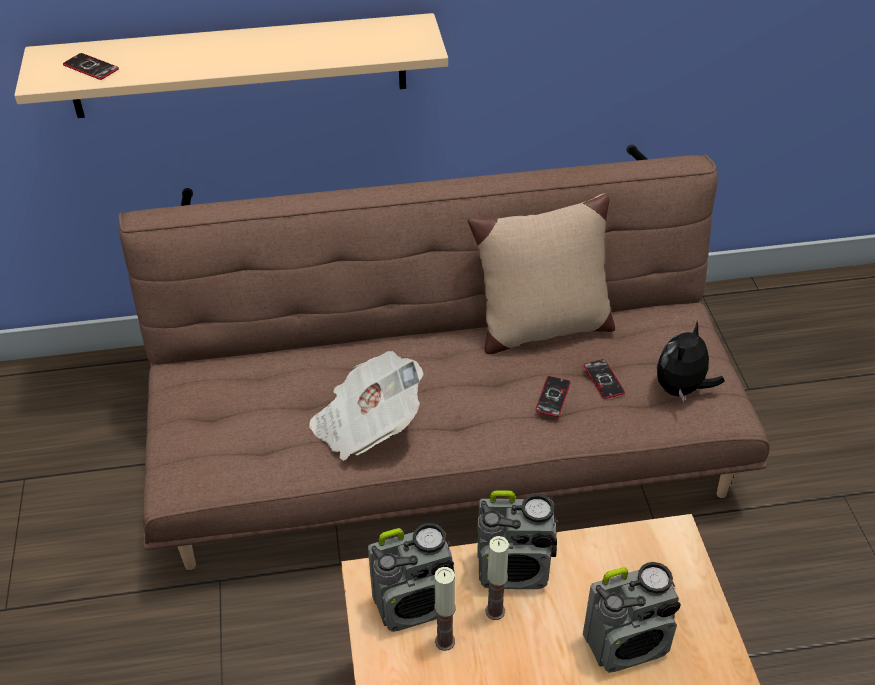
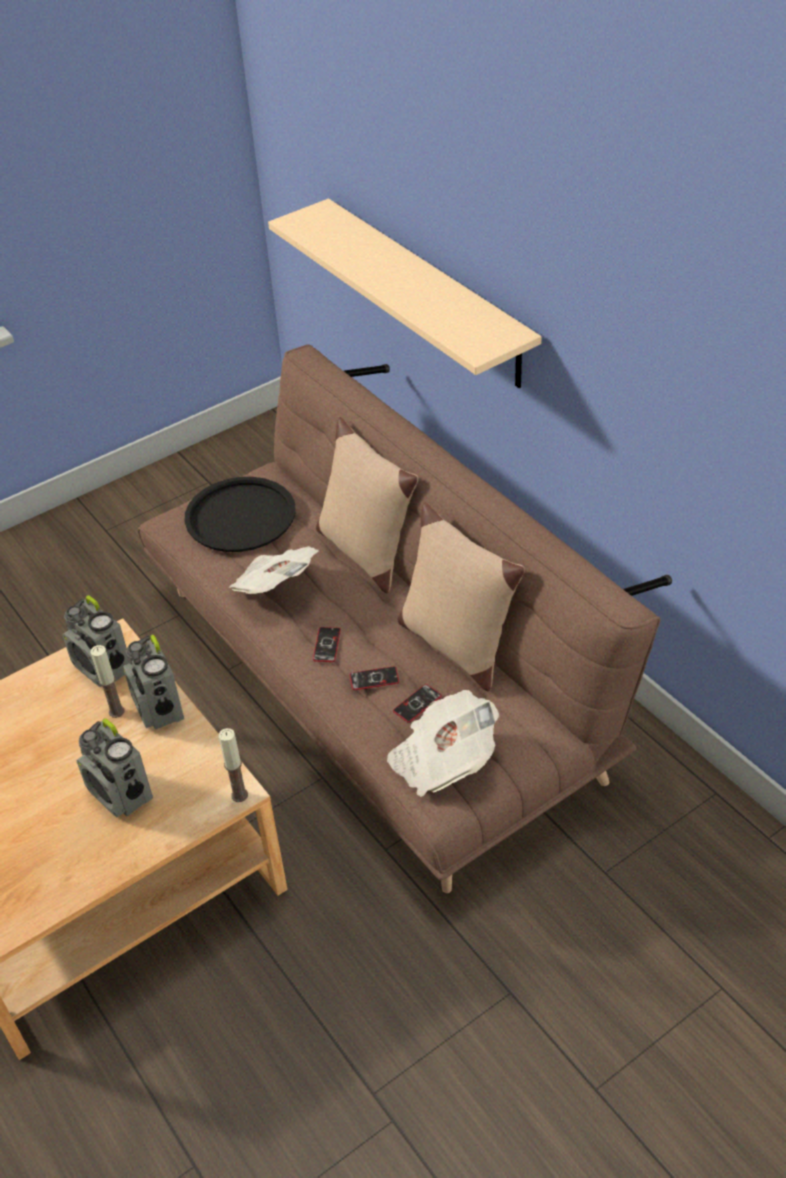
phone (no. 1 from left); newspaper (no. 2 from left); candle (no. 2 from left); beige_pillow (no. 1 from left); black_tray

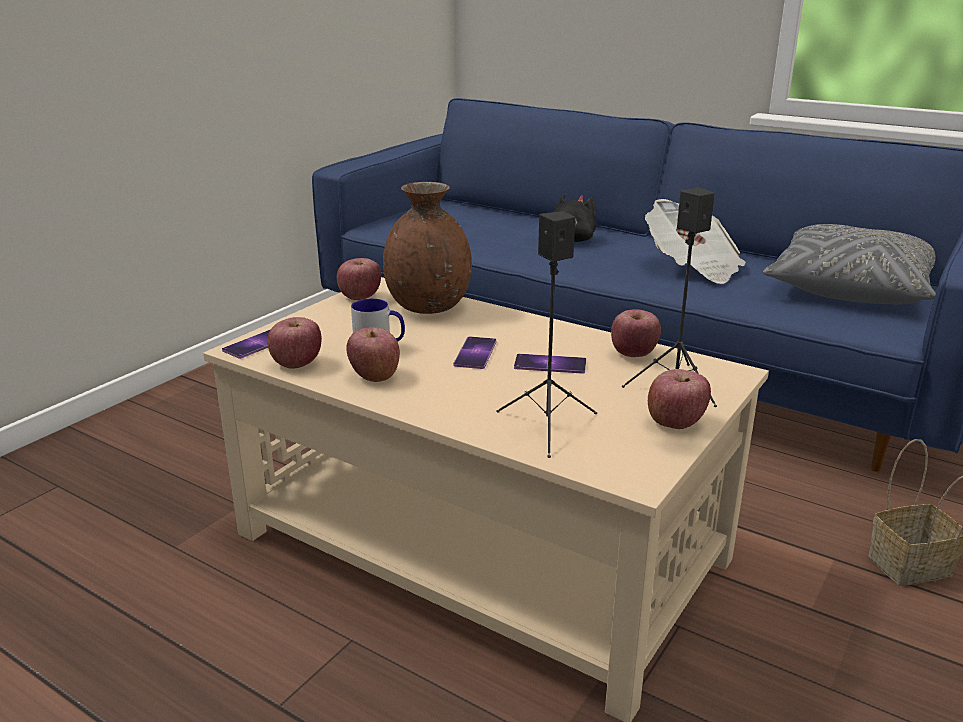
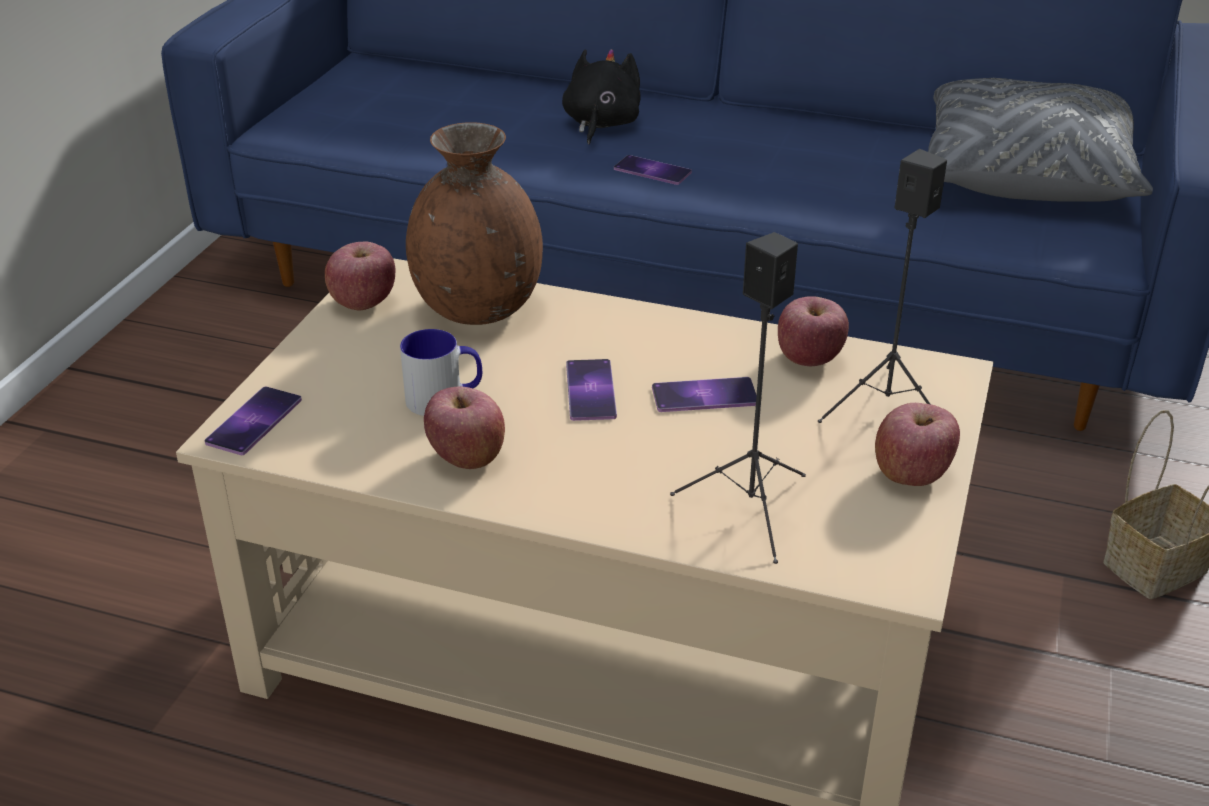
newspaper; apple (no. 1 from left in the first image); phone (no. 3 from left)

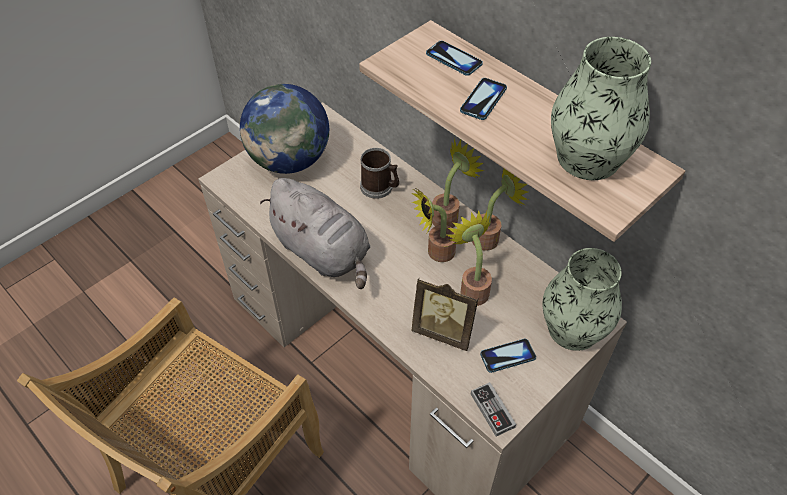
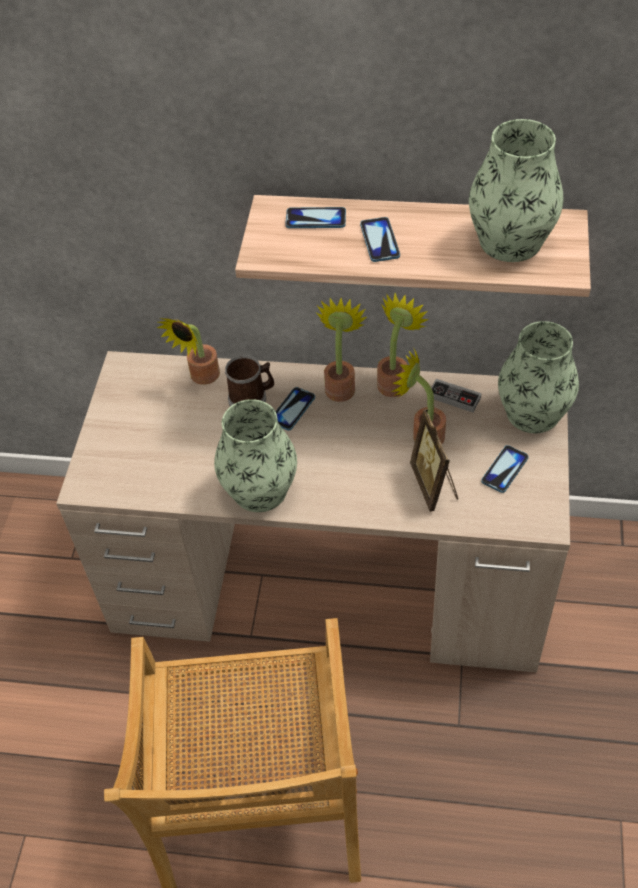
globe; vase (no. 1 from left); potted_plant (no. 1 from left); picture_frame; game_controller; phone (no. 1 from left)

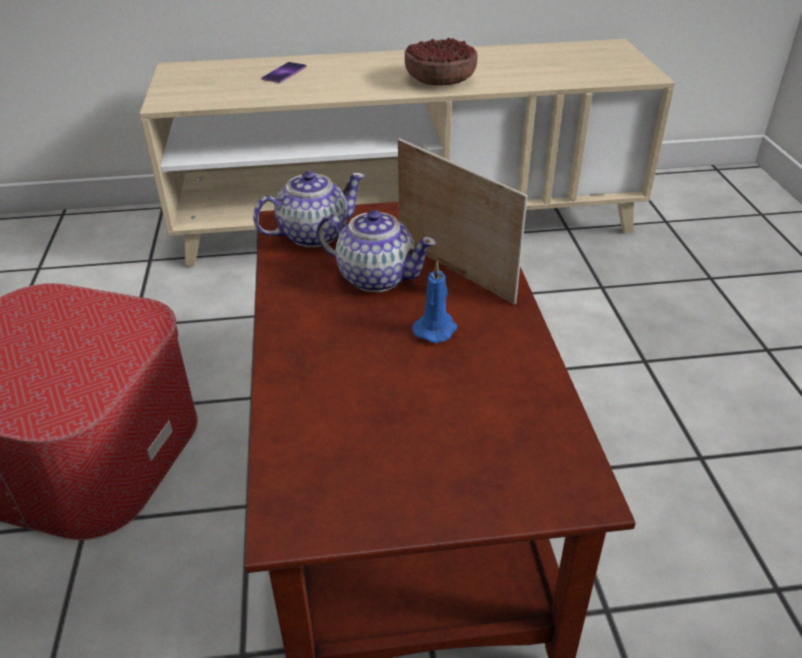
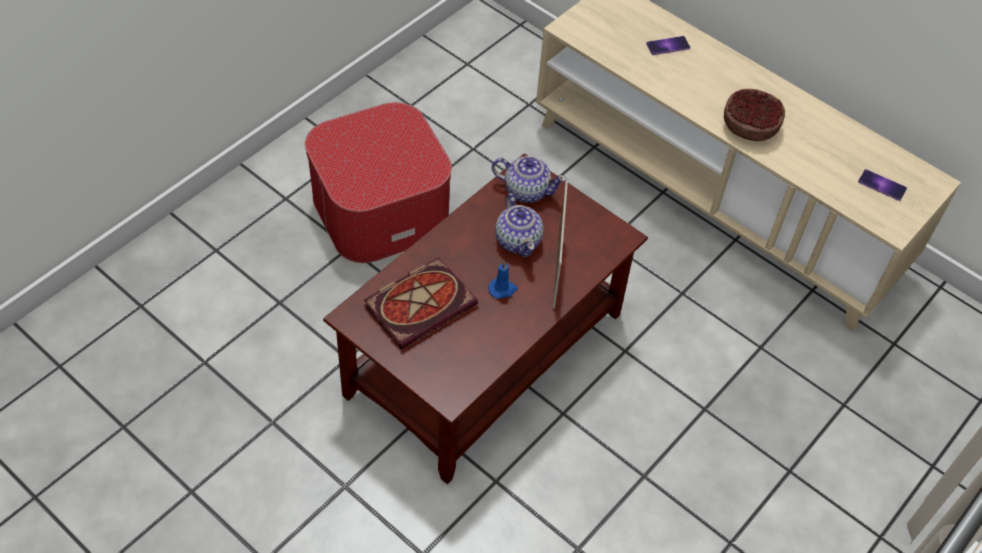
phone (no. 2 from left); book

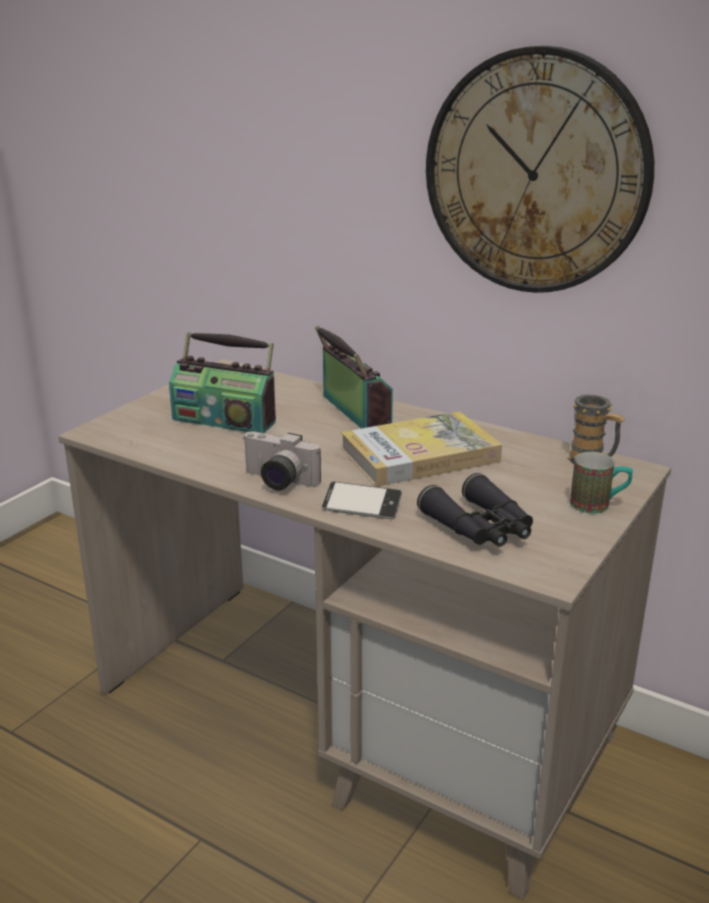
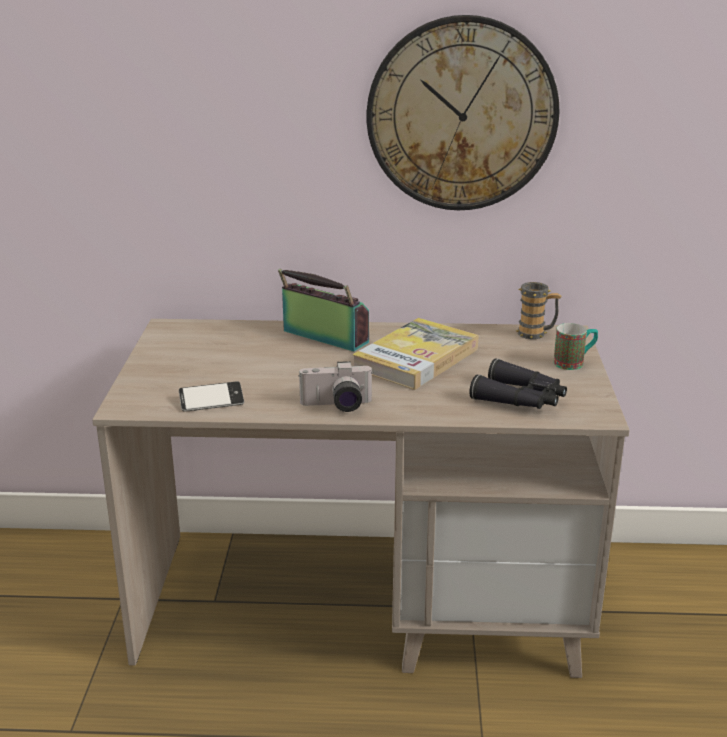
radio (no. 1 from left in the first image); phone

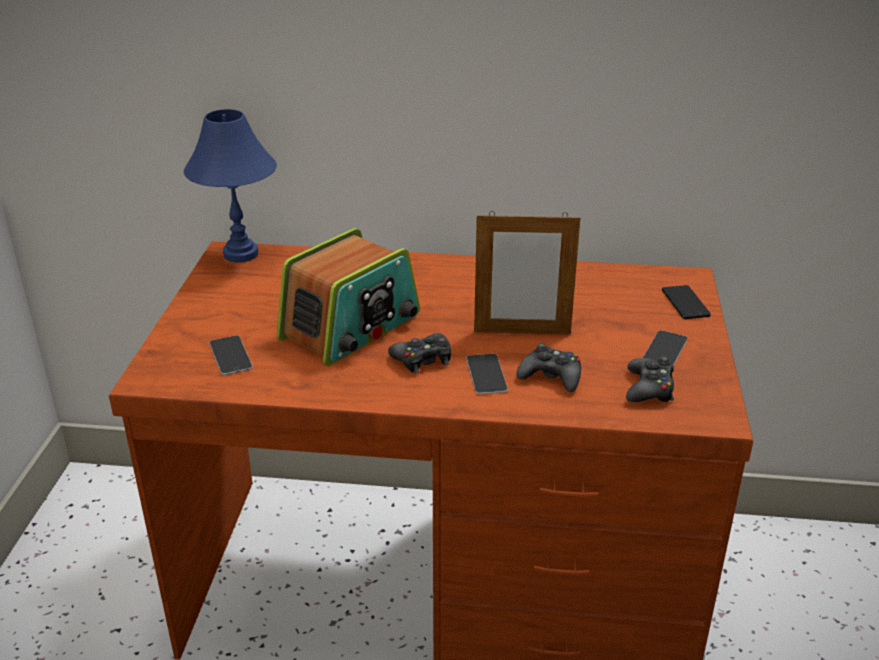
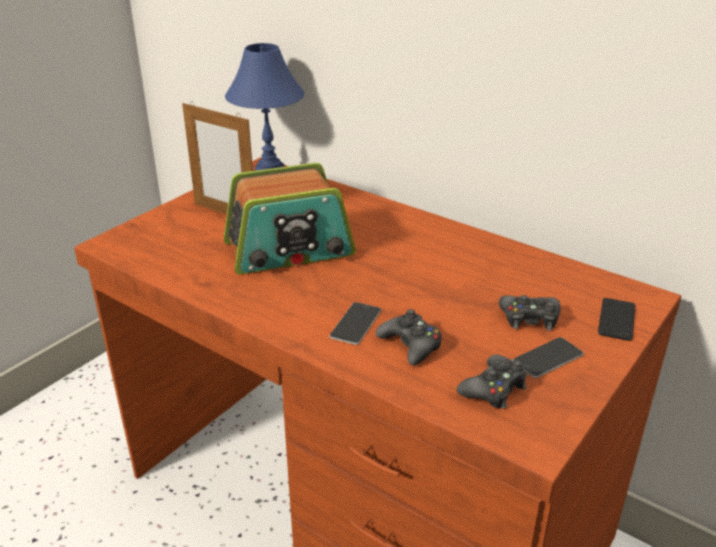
picture_frame; black_game_controller (no. 3 from left); phone (no. 1 from left in the first image)

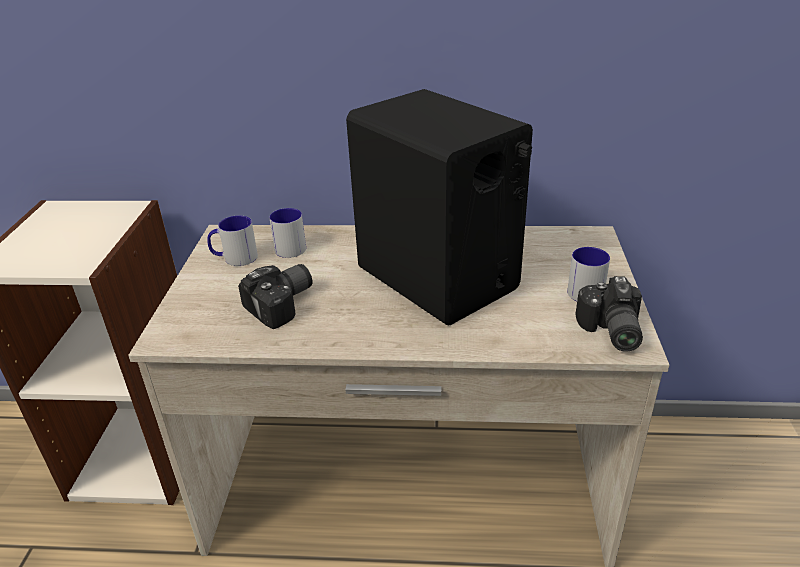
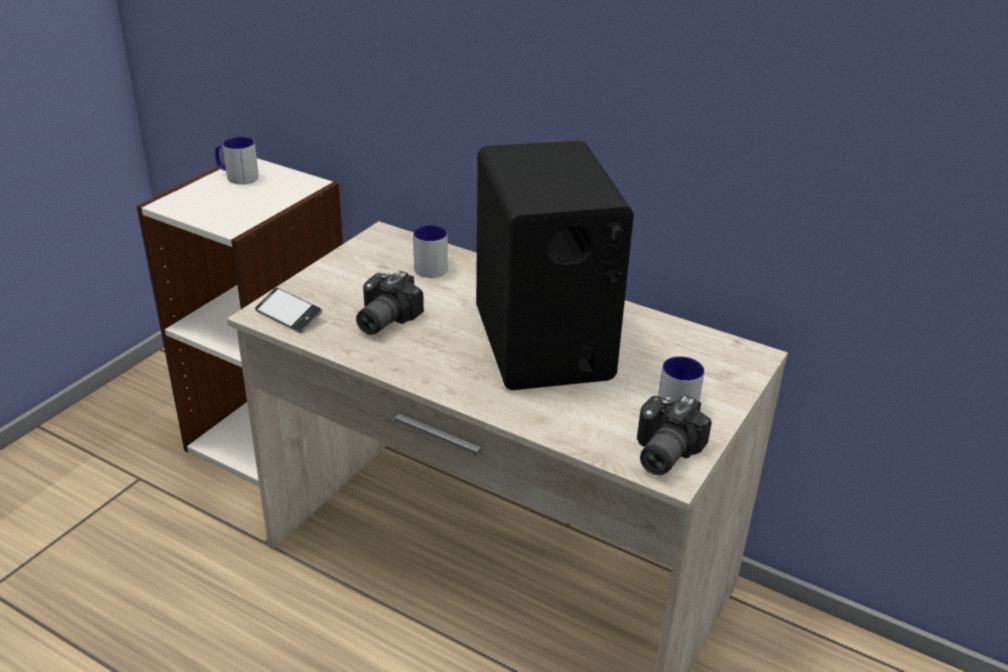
mug (no. 1 from left); photo_camera (no. 1 from left); phone

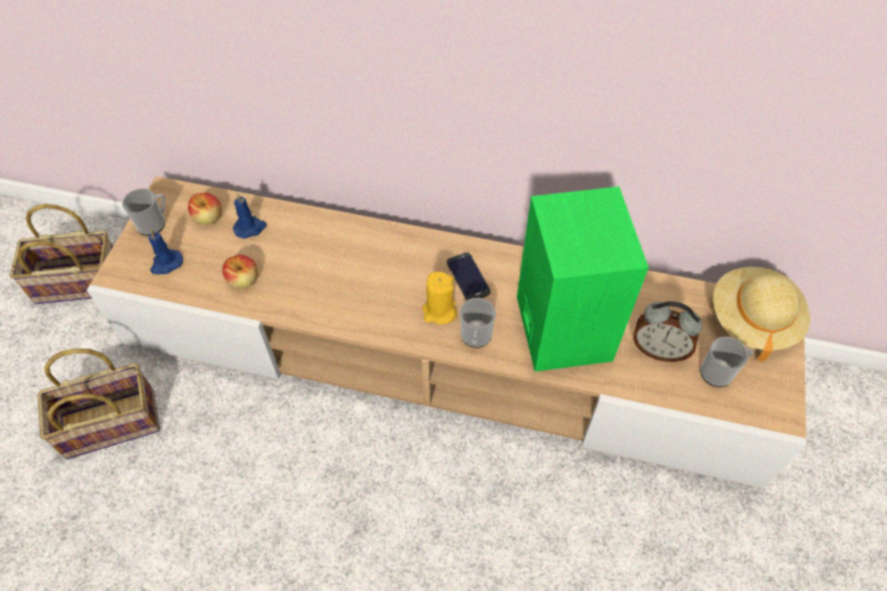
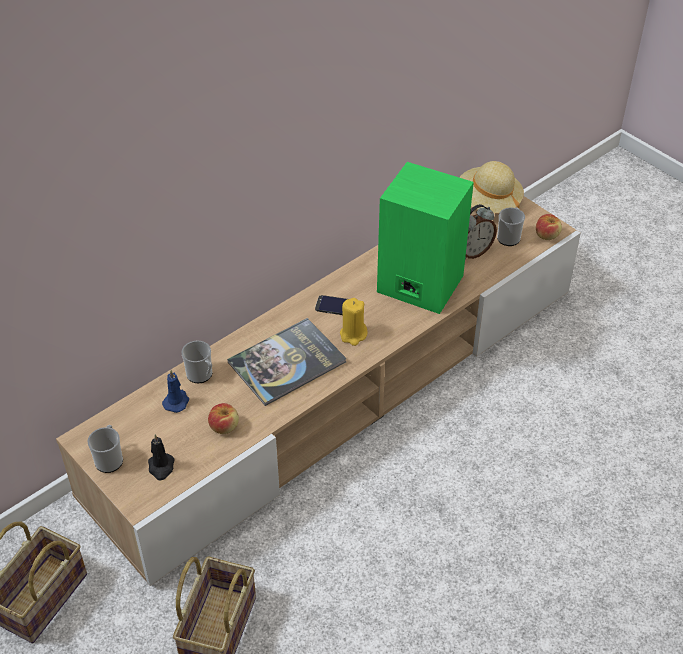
apple (no. 2 from left); black_candle; mug (no. 2 from left); book

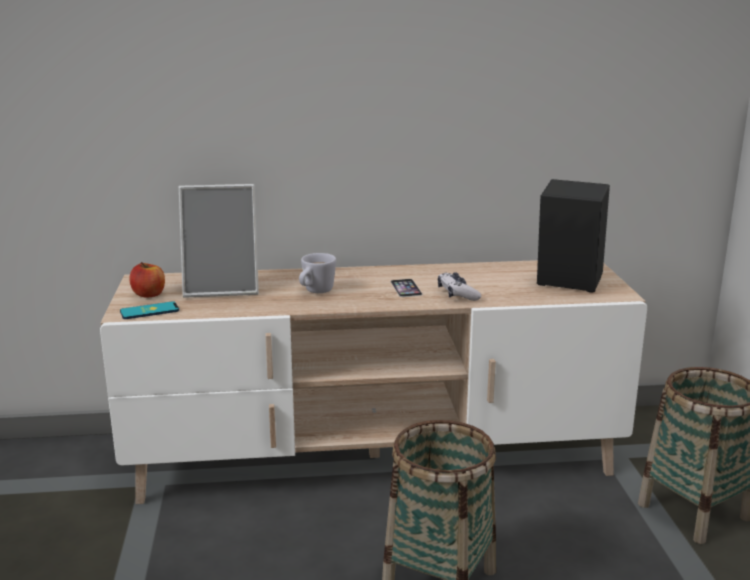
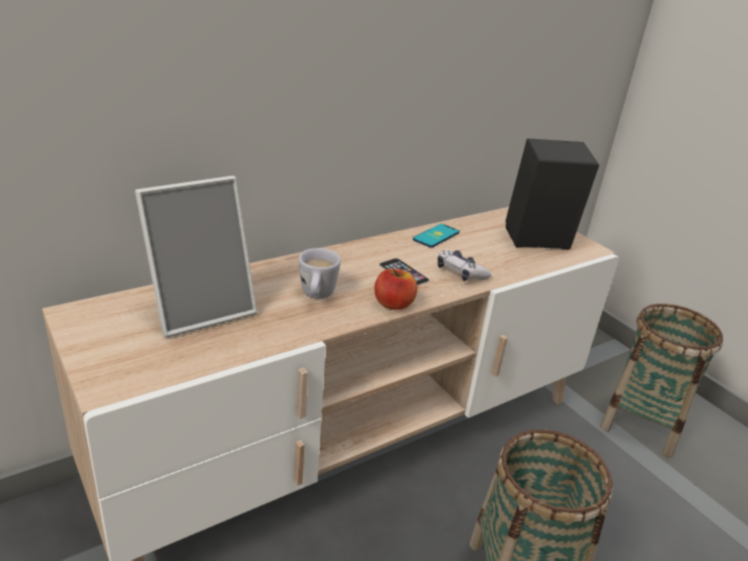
apple; phone (no. 2 from left)

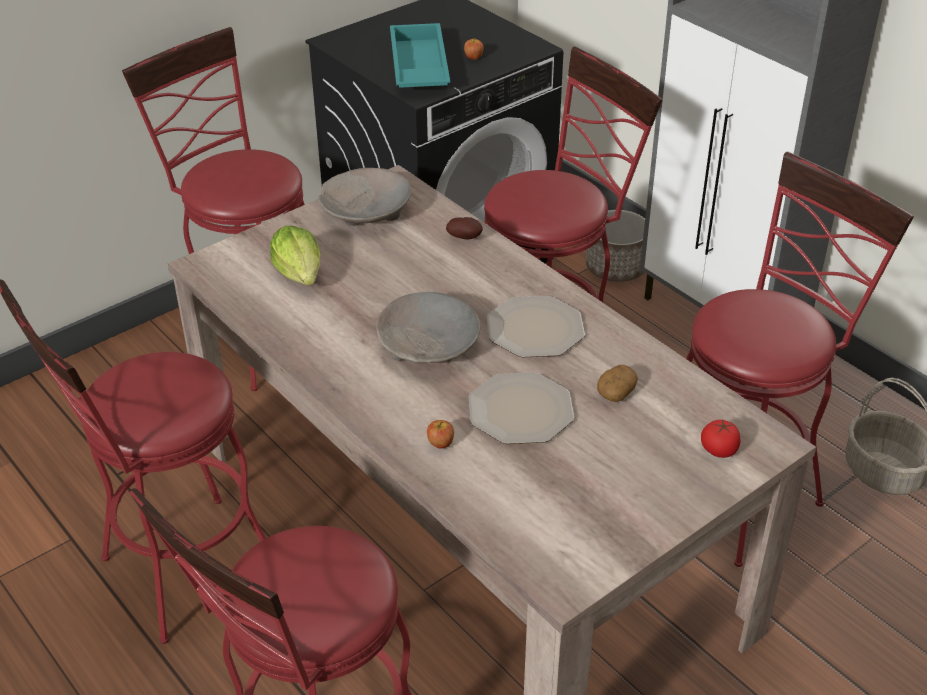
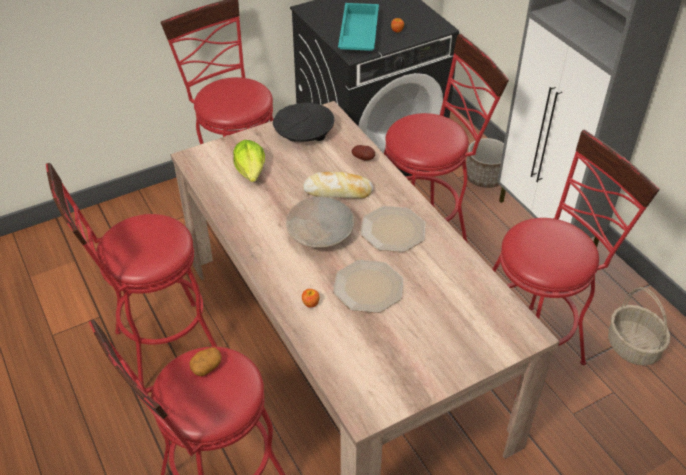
black_bowl; potato (no. 1 from left); tomato; bread

